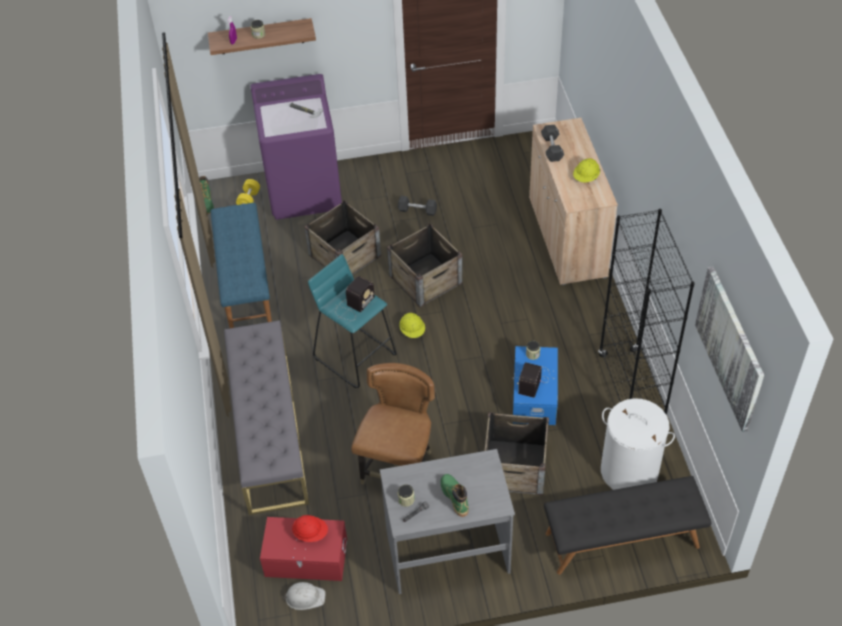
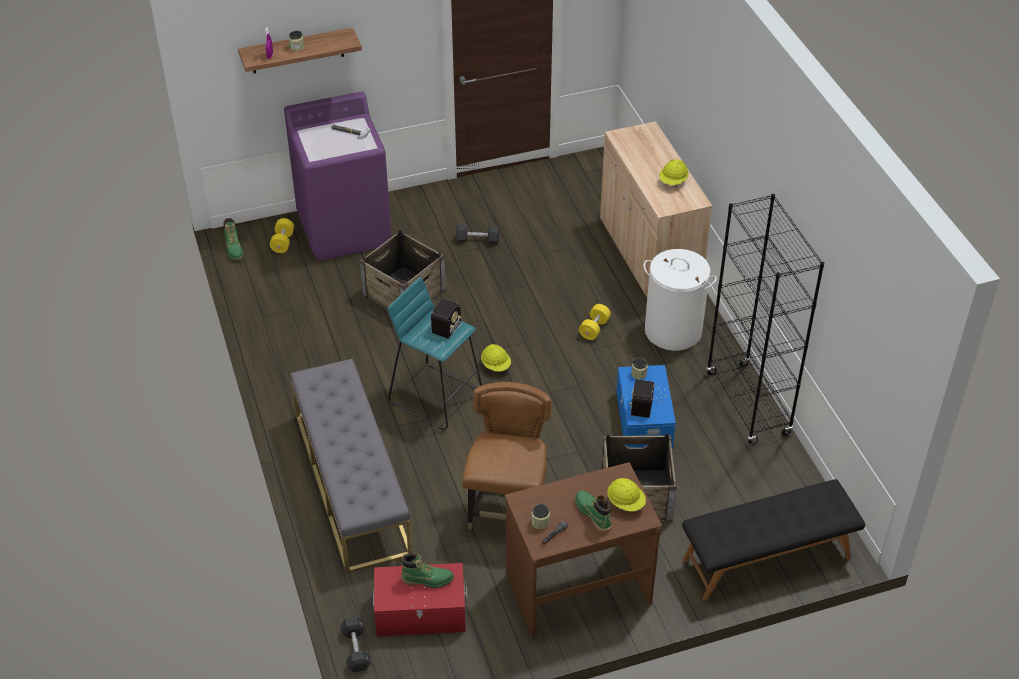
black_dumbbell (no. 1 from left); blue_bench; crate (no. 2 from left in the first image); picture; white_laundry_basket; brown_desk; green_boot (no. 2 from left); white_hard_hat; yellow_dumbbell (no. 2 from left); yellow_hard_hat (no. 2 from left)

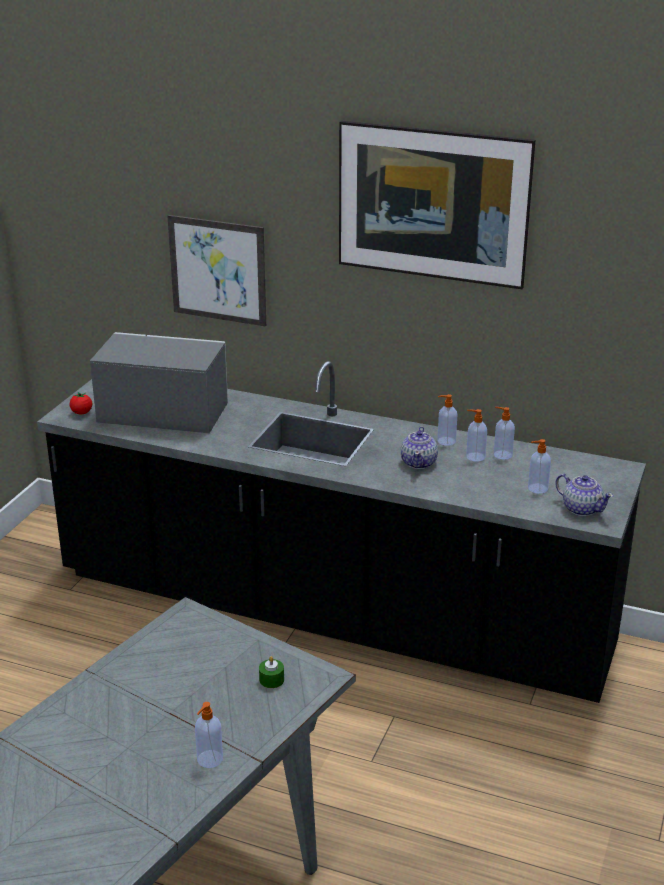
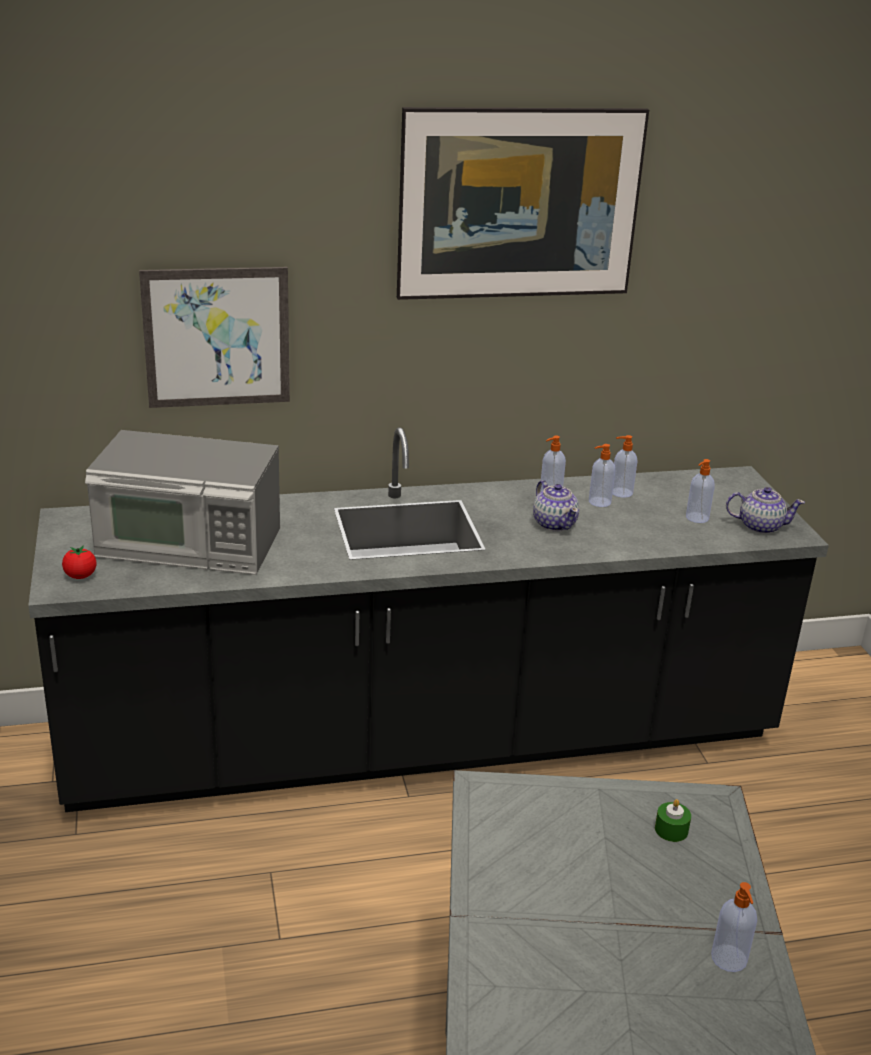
microwave

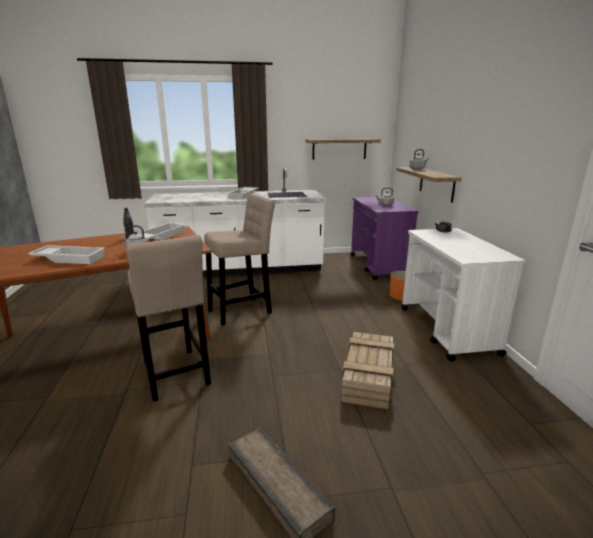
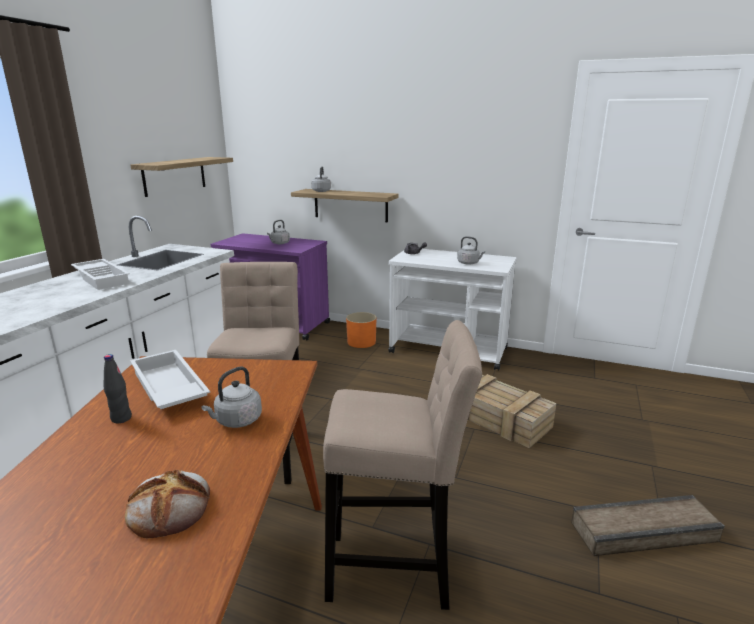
bread; grey_kettle (no. 4 from left)

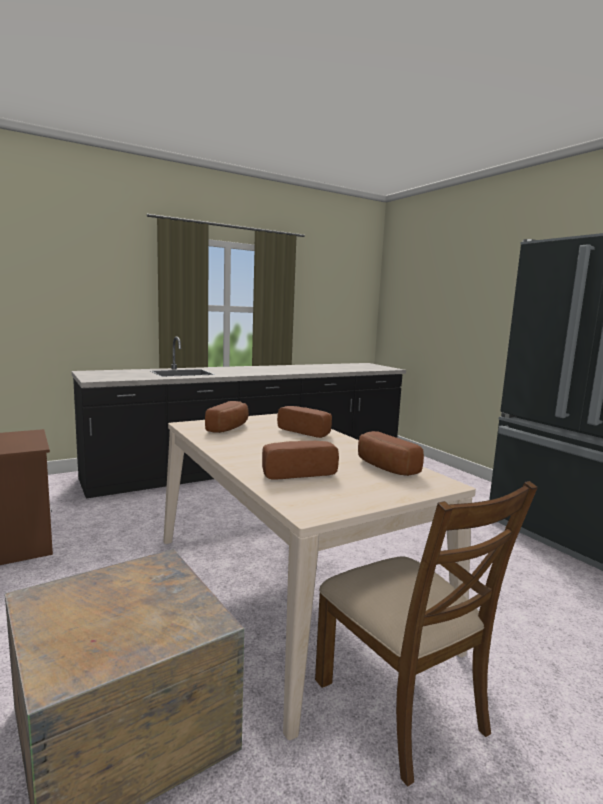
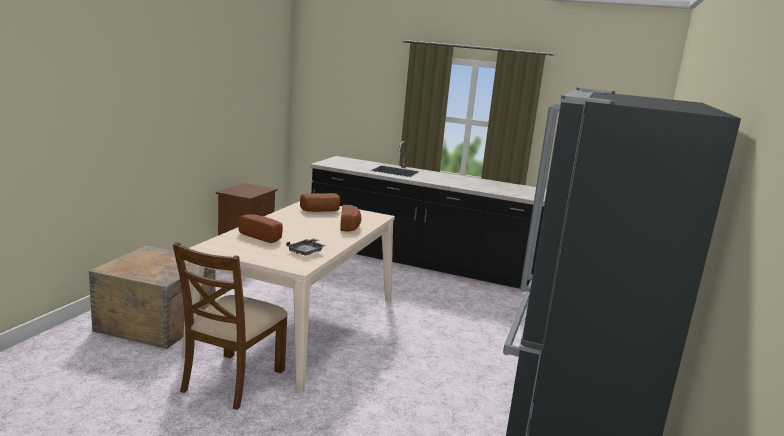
grey_tray

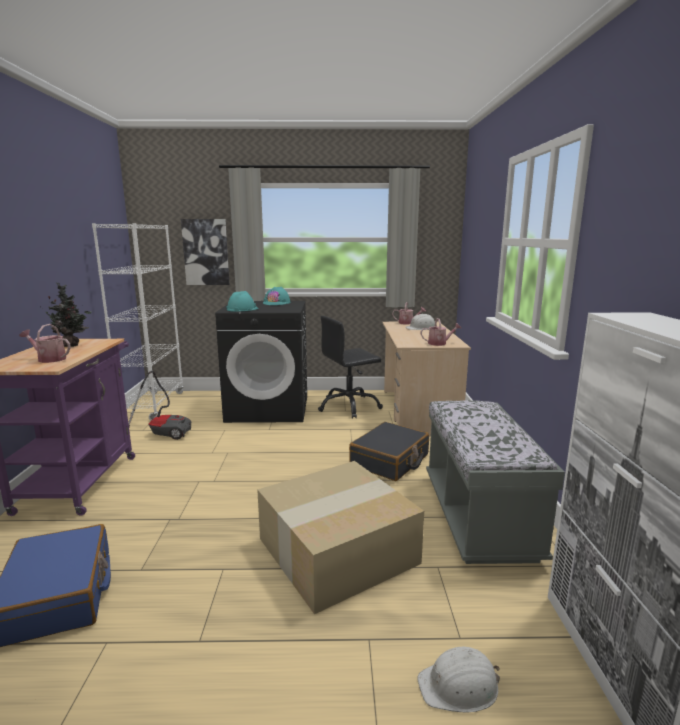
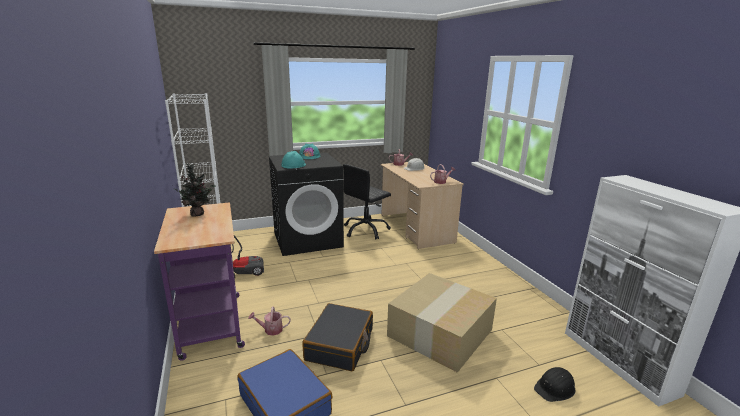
picture; watering_can (no. 1 from left); grey_bench; black_suitcase; black_hard_hat

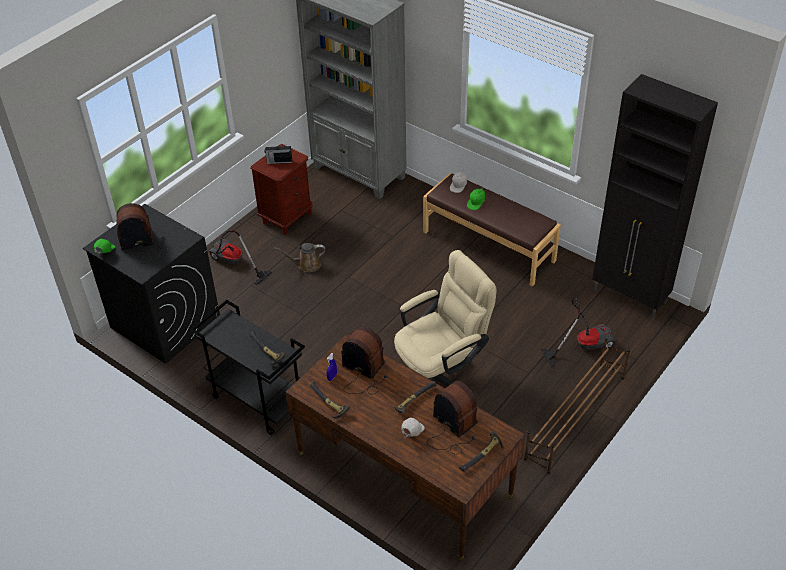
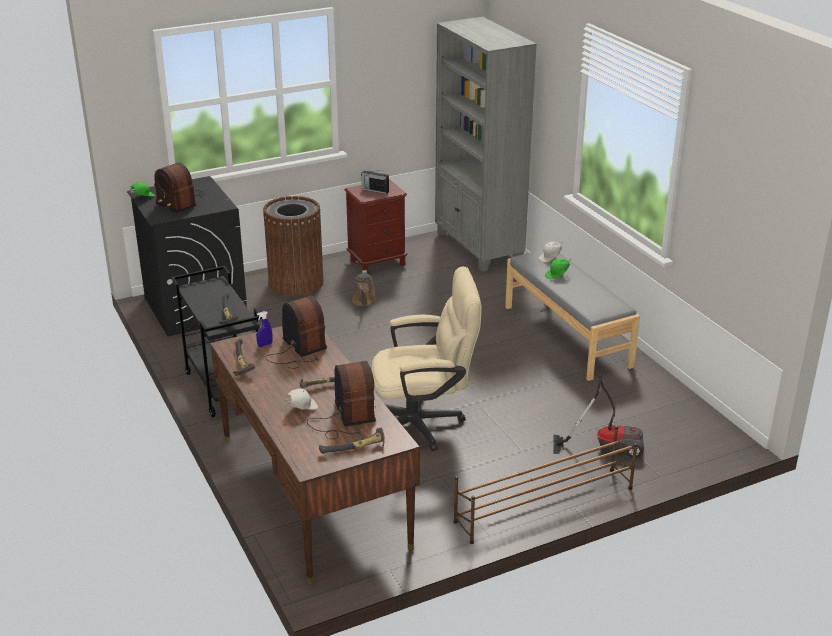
black_cabinet; grey_bench; radio (no. 1 from left); brown_trash_can; brown_watering_can

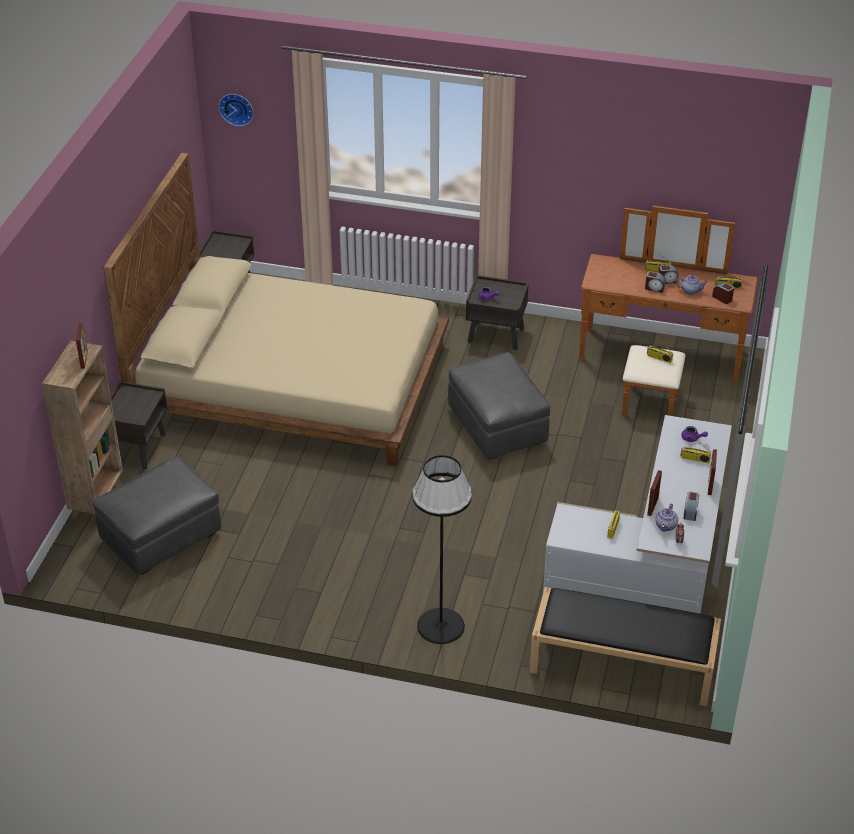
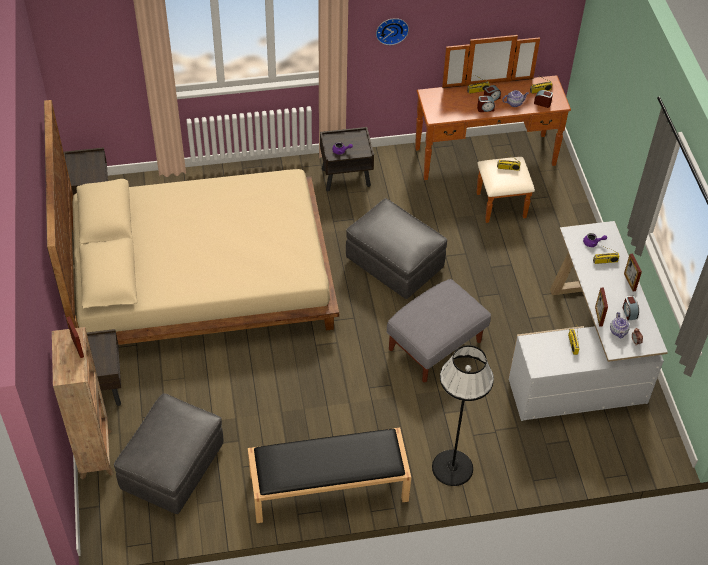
wall_clock; black_bench; grey_ottoman (no. 3 from left)

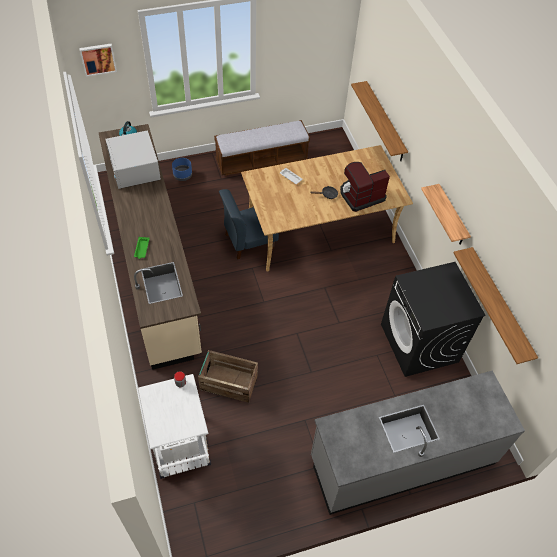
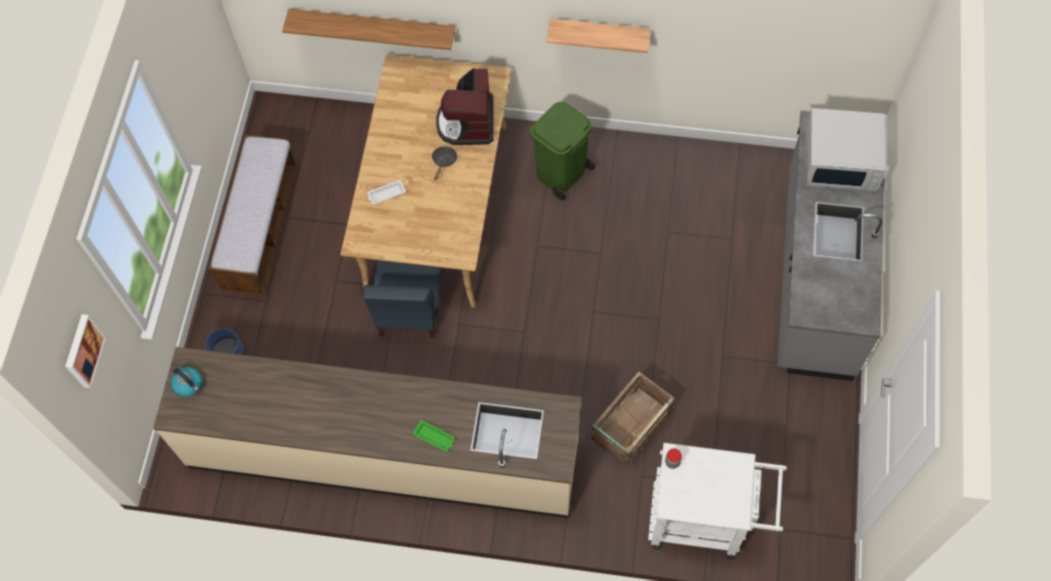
white_microwave; shelf (no. 3 from left in the first image); black_washing_machine; green_trash_can

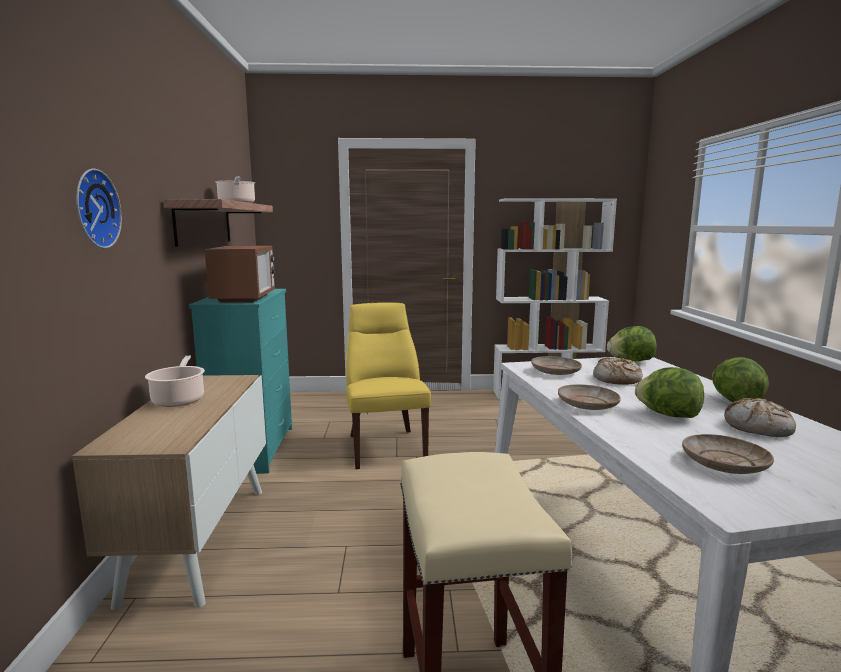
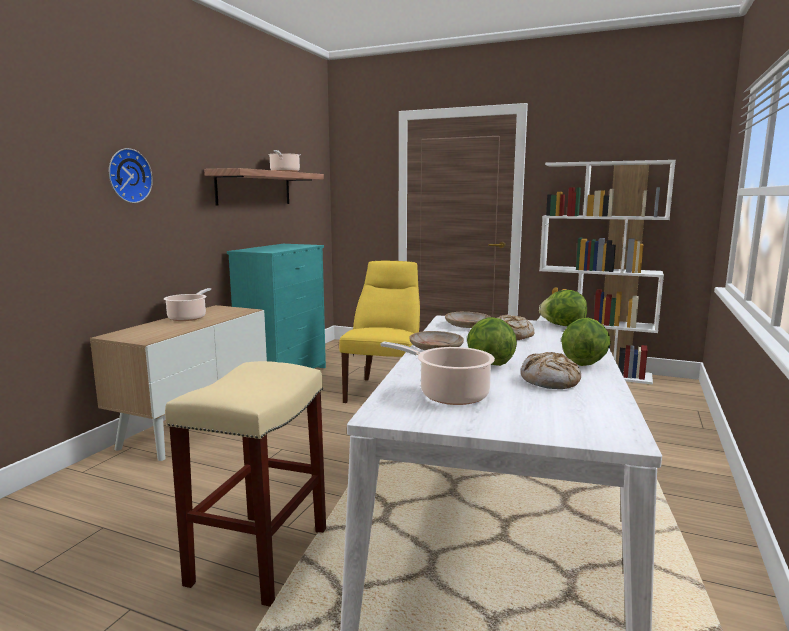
microwave; cooking_pot (no. 3 from left)

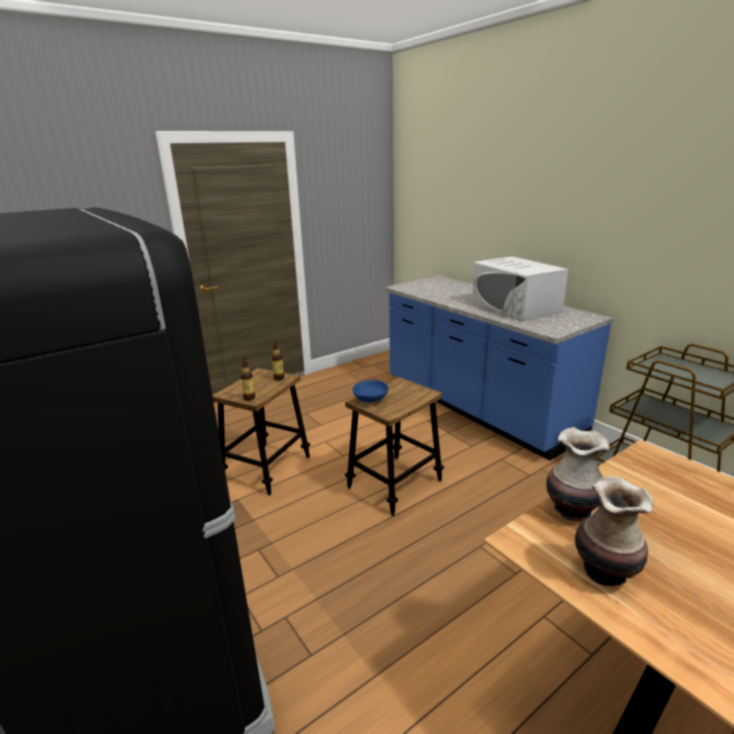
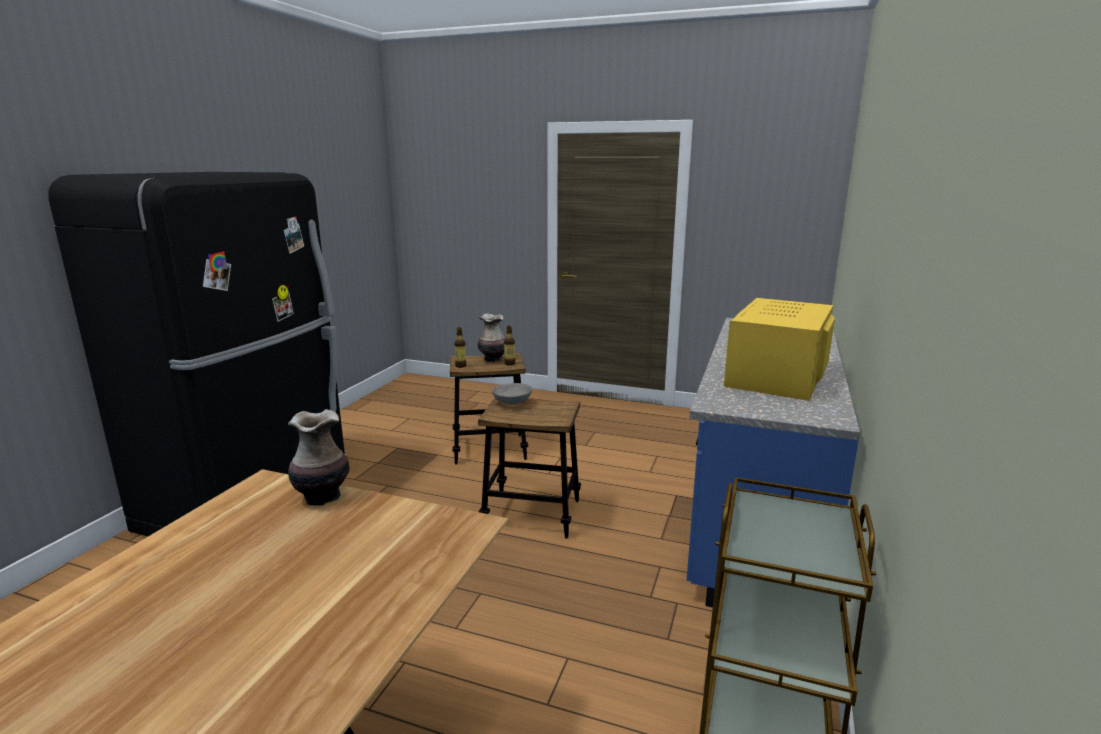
yellow_microwave; grey_bowl; vase (no. 2 from left)

